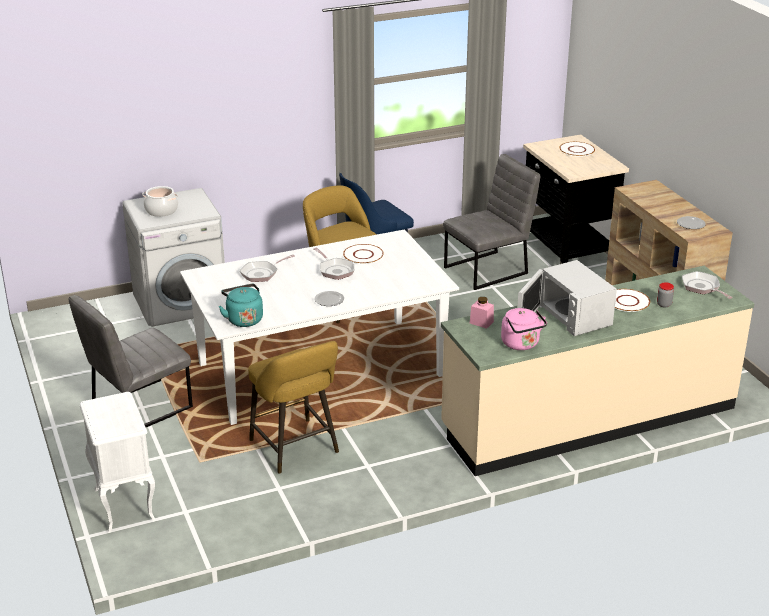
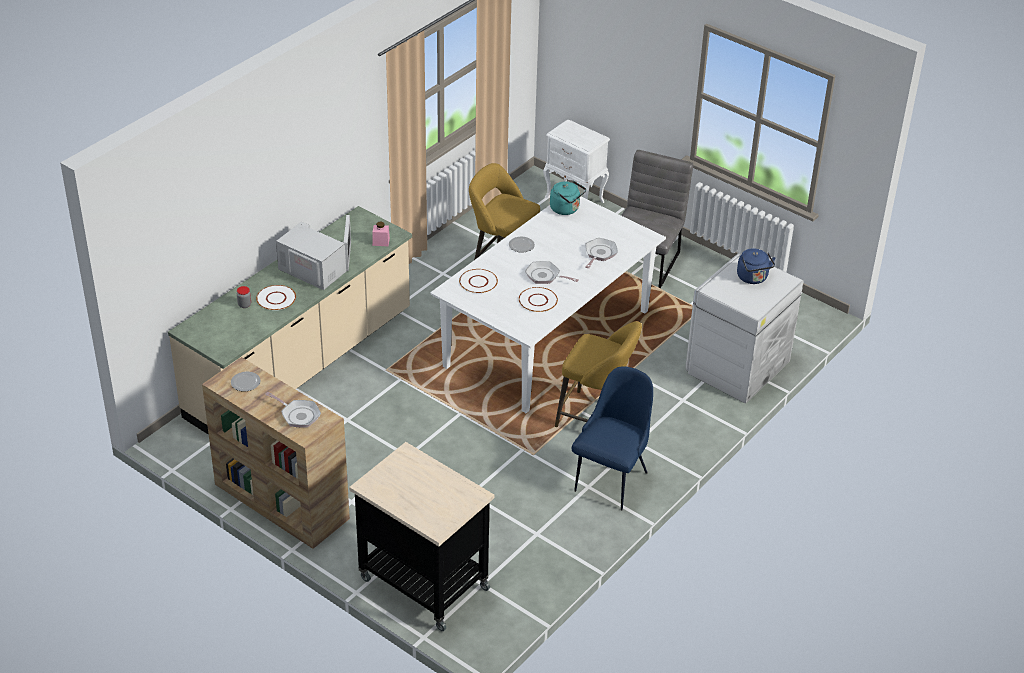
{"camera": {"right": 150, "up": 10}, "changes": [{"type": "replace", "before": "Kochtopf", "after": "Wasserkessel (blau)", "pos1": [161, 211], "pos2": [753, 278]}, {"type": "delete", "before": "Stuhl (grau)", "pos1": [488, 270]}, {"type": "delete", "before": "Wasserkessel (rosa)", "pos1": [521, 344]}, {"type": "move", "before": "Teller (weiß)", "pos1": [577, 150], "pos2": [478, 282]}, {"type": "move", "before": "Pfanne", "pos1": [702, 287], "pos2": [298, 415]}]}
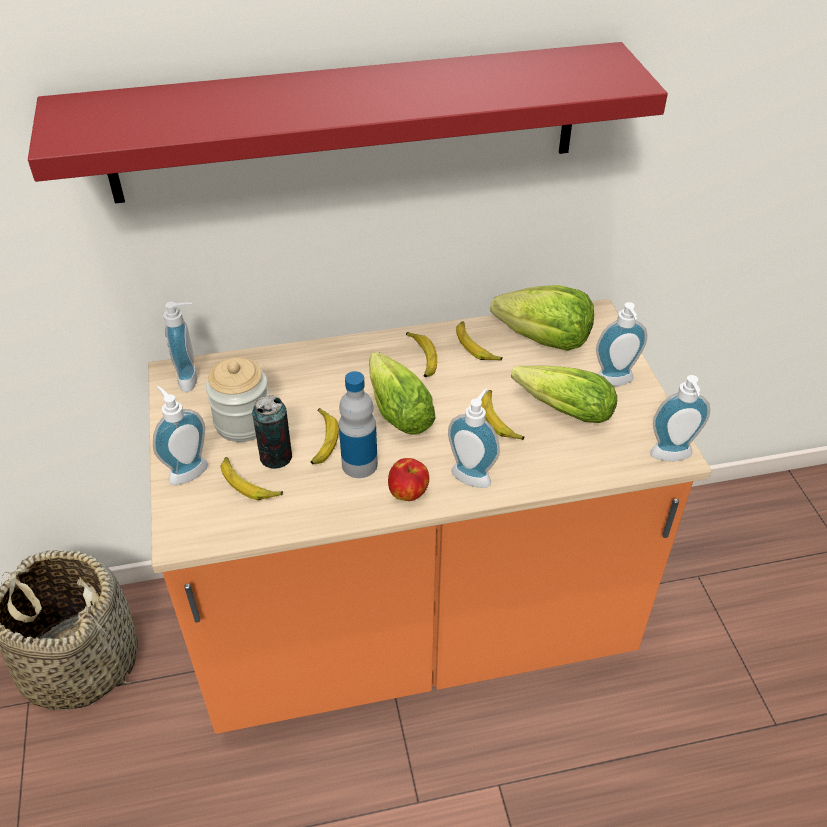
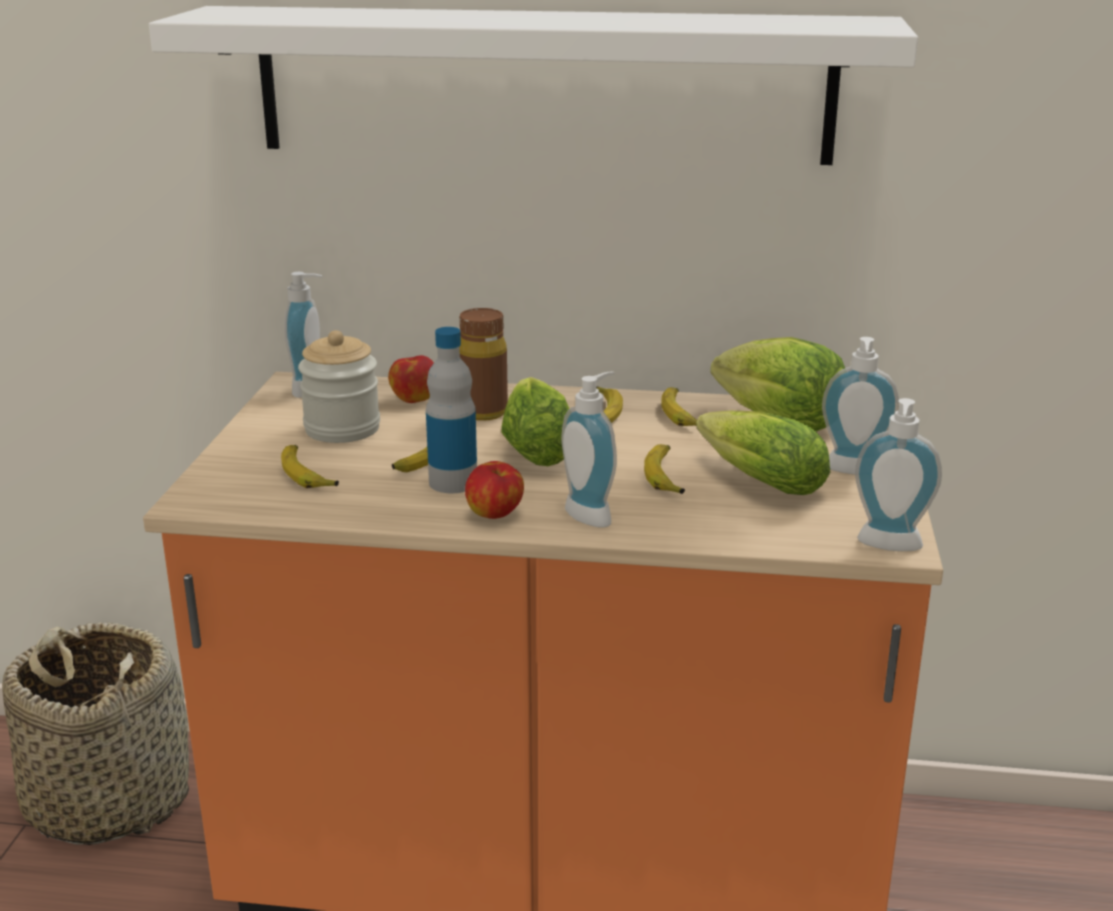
{"camera": {"right": 20, "up": -20}, "changes": [{"type": "recolor", "before": "Wandregal (rot)", "after": "Wandregal (weiß)", "pos1": [346, 123], "pos2": [542, 84]}, {"type": "delete", "before": "Seifenspender", "pos1": [186, 470]}, {"type": "delete", "before": "Dose", "pos1": [276, 457]}, {"type": "insert", "after": "Apfel", "pos2": [414, 399]}, {"type": "insert", "after": "Flasche (braun)", "pos2": [483, 412]}]}
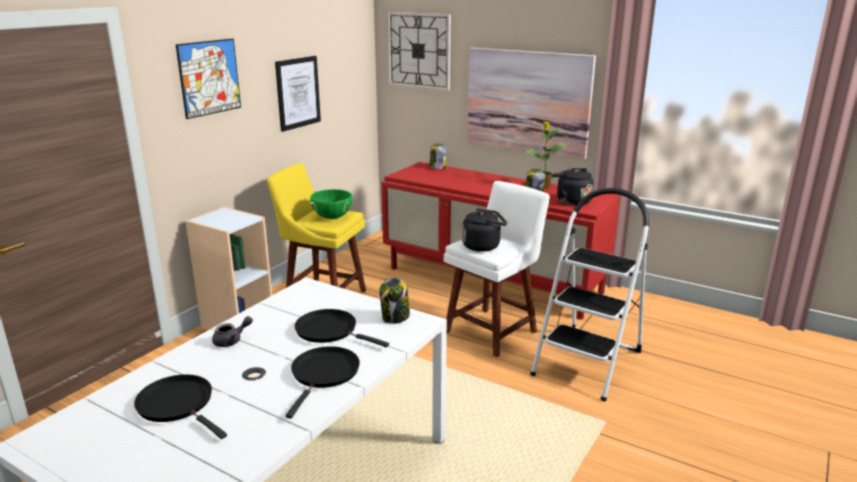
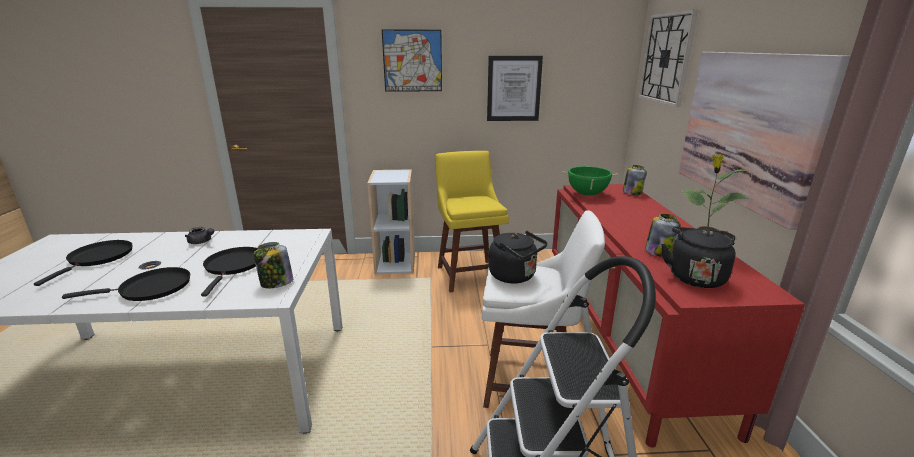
{"camera": {"right": 55, "up": 0}, "changes": [{"type": "move", "before": "Kochtopf (grün)", "pos1": [332, 217], "pos2": [587, 194]}]}
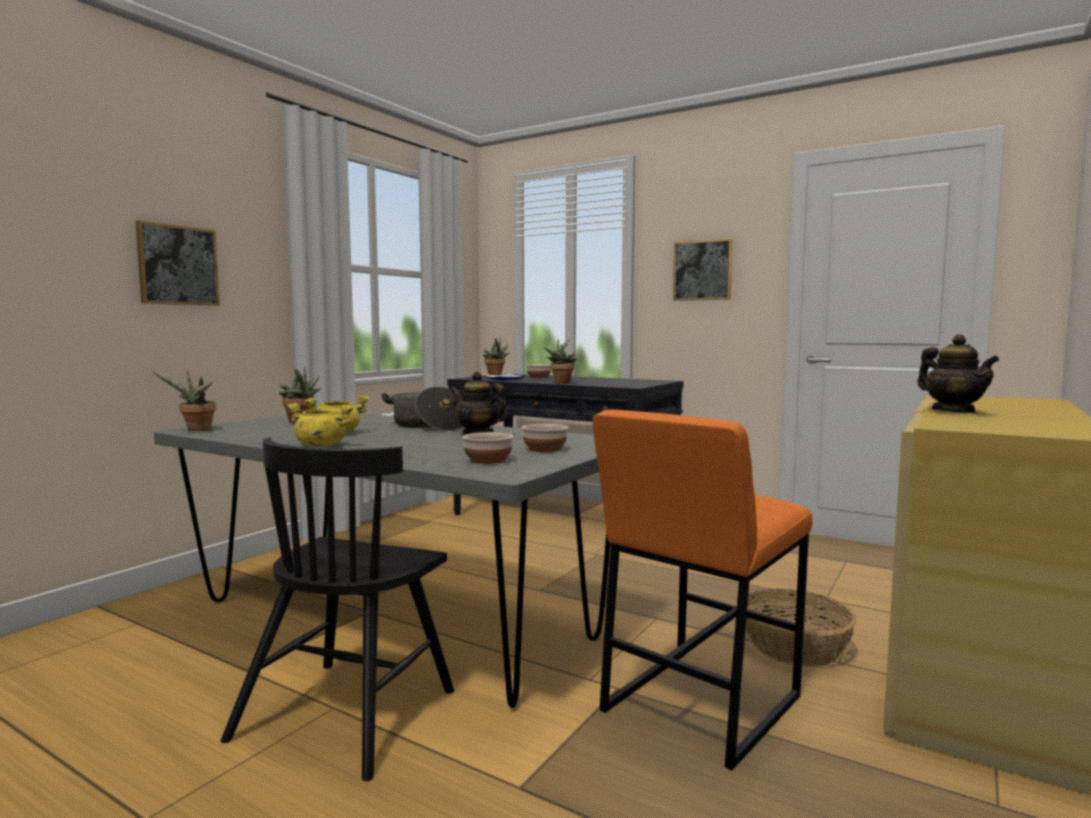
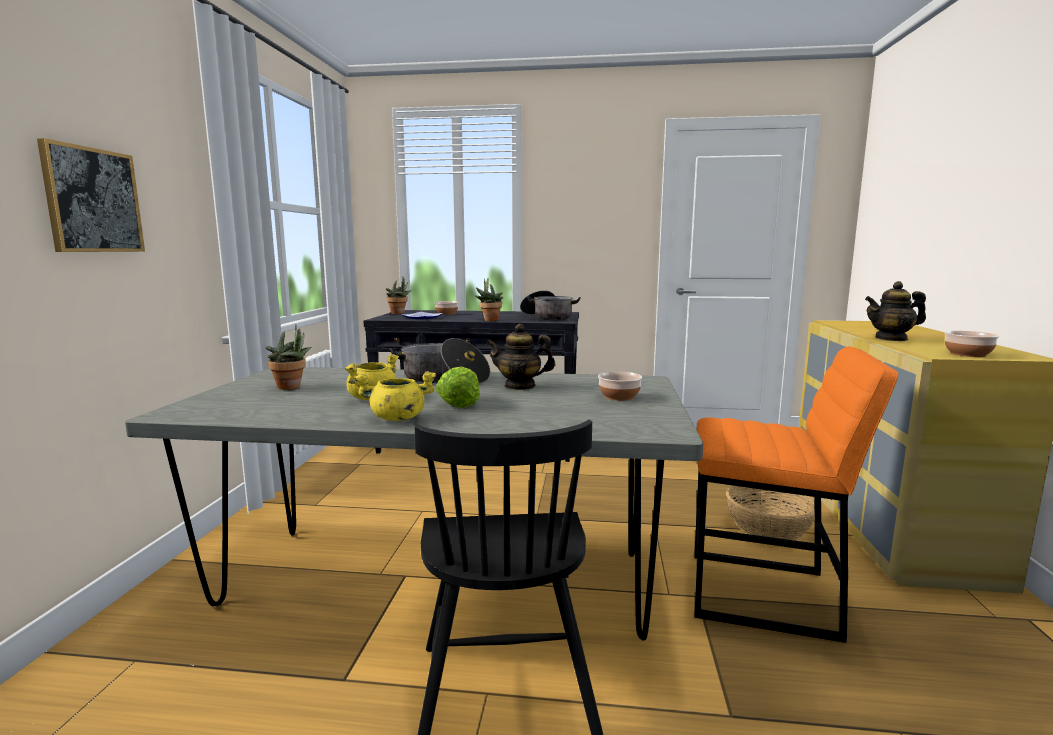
{"camera": {"right": -25, "up": 5}, "changes": [{"type": "delete", "before": "Topfpflanze", "pos1": [196, 430]}, {"type": "move", "before": "Schüssel", "pos1": [487, 460], "pos2": [967, 354]}, {"type": "rotate", "before": "Stuhl (orange)", "pos1": [699, 705], "pos2": [765, 594], "turn": -90}, {"type": "delete", "before": "Bild", "pos1": [702, 270]}, {"type": "rotate", "before": "Teekanne", "pos1": [953, 412], "pos2": [891, 339], "turn": 135}, {"type": "insert", "after": "Salatkopf", "pos2": [459, 403]}, {"type": "insert", "after": "Kochtopf", "pos2": [547, 317]}]}
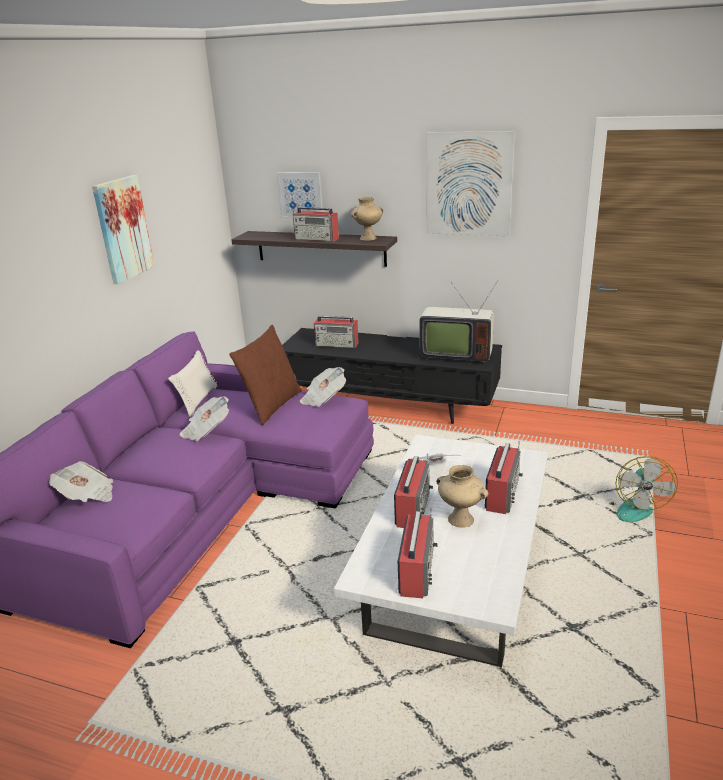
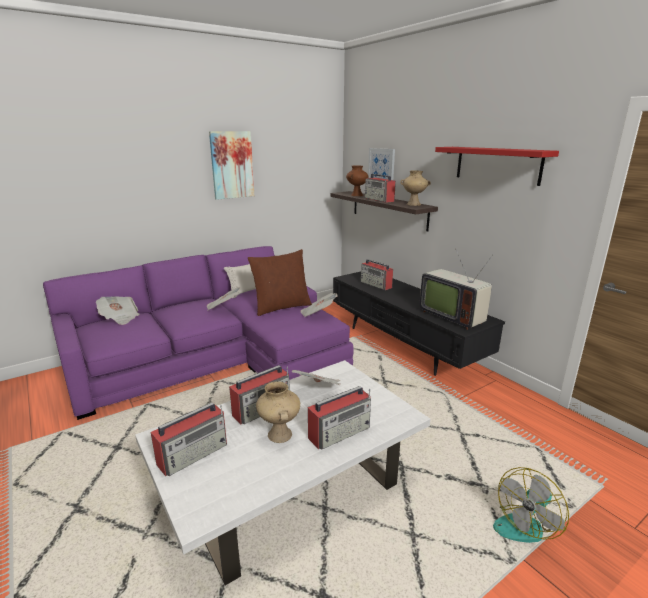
{"camera": {"right": 35, "up": -5}, "changes": [{"type": "replace", "before": "Bild", "after": "Wandregal (rot)", "pos1": [468, 184], "pos2": [497, 165]}, {"type": "insert", "after": "Vase (braun)", "pos2": [356, 195]}]}
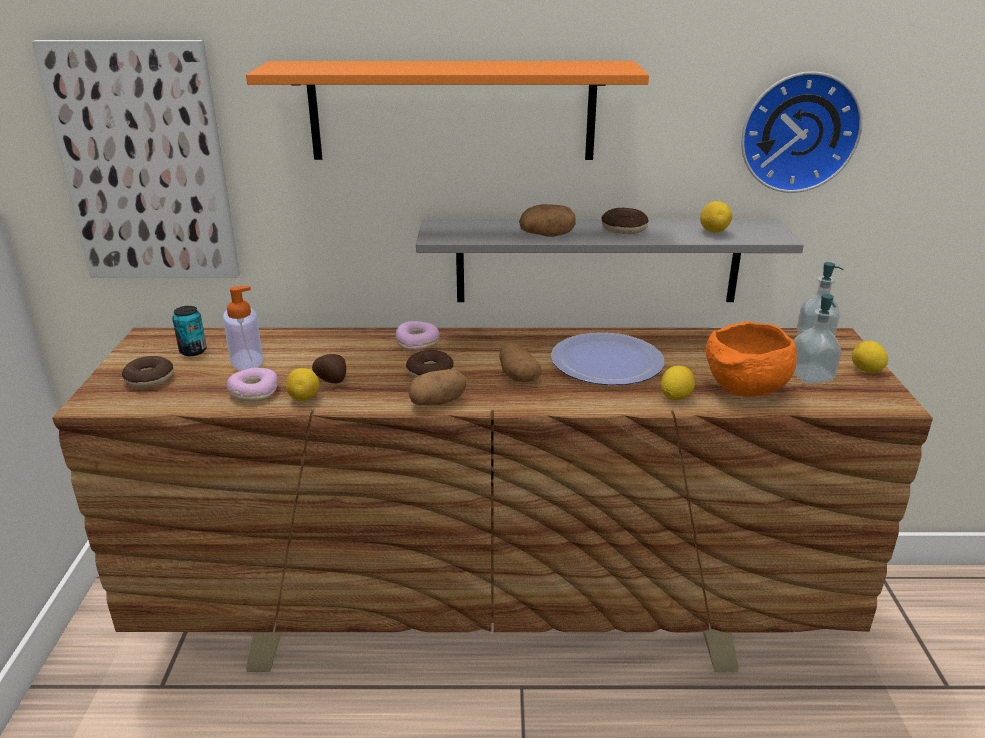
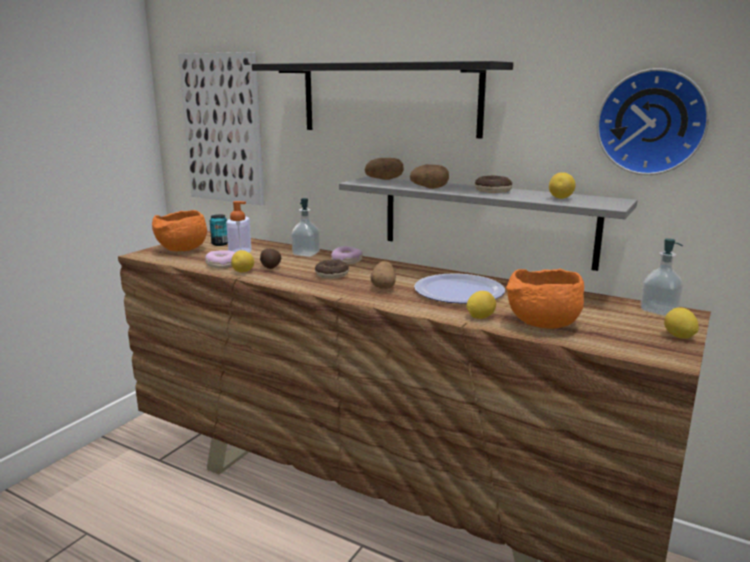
{"camera": {"right": 30, "up": -10}, "changes": [{"type": "replace", "before": "Donut", "after": "Schüssel (orange)", "pos1": [149, 379], "pos2": [182, 250]}, {"type": "recolor", "before": "Wandregal (orange)", "after": "Wandregal (schwarz)", "pos1": [452, 111], "pos2": [389, 99]}, {"type": "move", "before": "Kartoffel", "pos1": [438, 402], "pos2": [384, 179]}, {"type": "move", "before": "Seifenspender", "pos1": [810, 376], "pos2": [306, 254]}]}
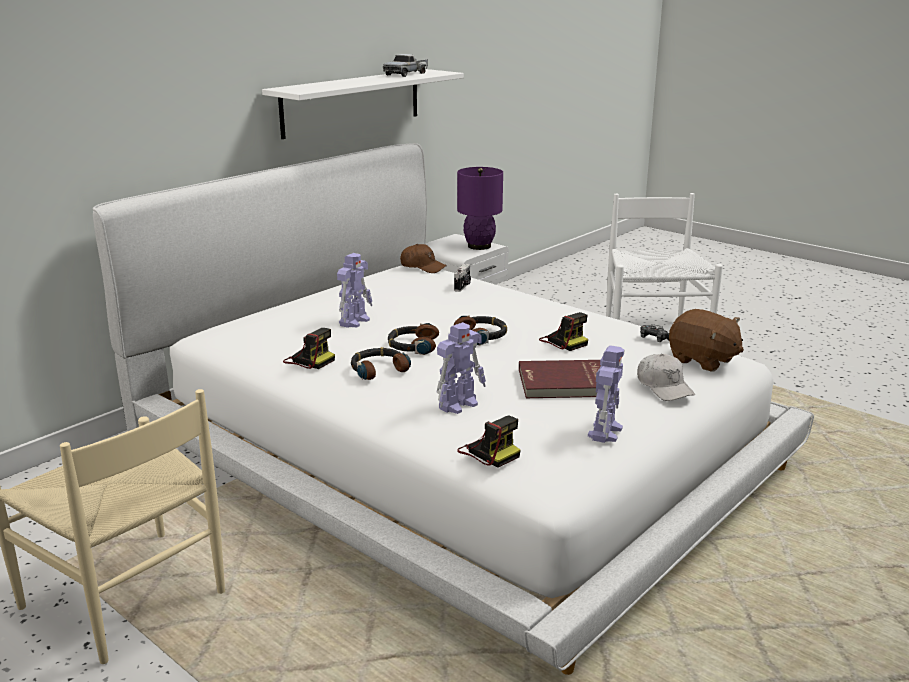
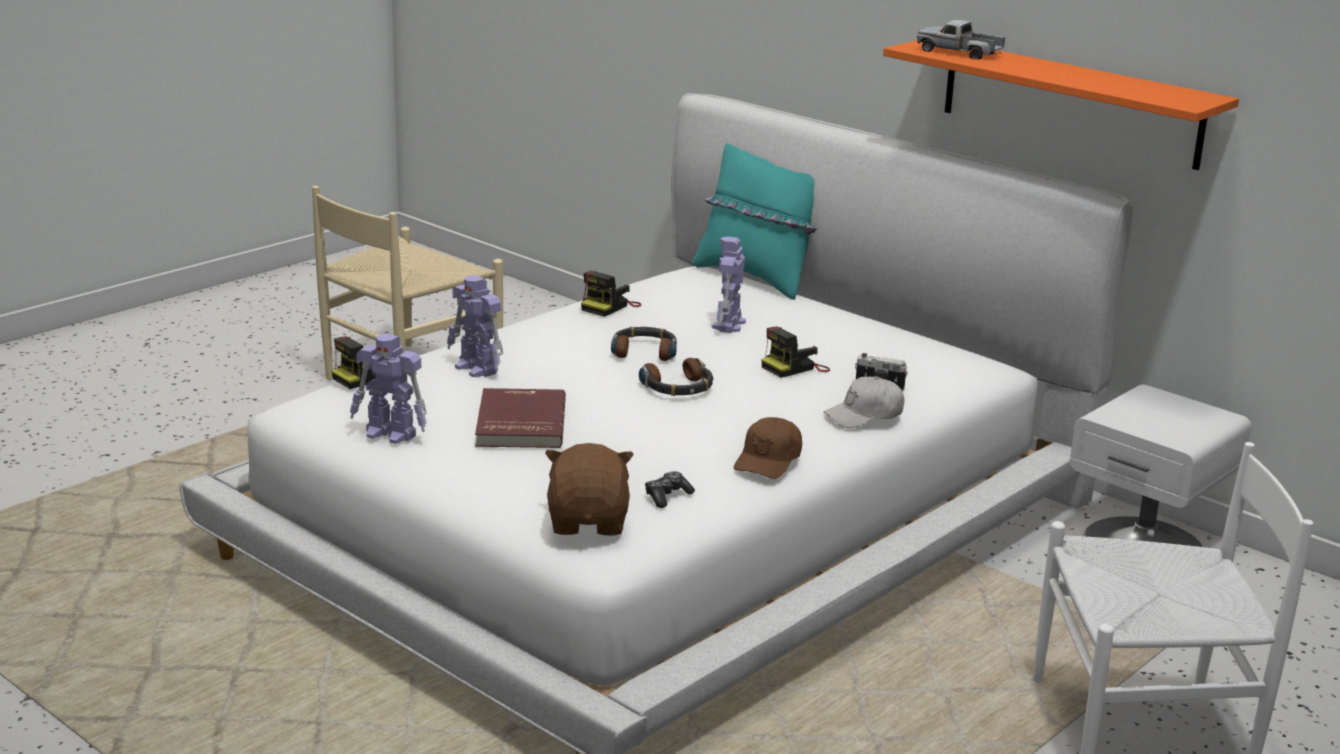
{"camera": {"right": 90, "up": 0}, "changes": [{"type": "recolor", "before": "Wandregal (weiß)", "after": "Wandregal (orange)", "pos1": [352, 102], "pos2": [1070, 102]}, {"type": "rotate", "before": "Spielzeugroboter", "pos1": [355, 321], "pos2": [728, 325], "turn": 75}, {"type": "delete", "before": "Kopfhörer", "pos1": [378, 369]}, {"type": "move", "before": "Spielzeuglaster", "pos1": [406, 74], "pos2": [959, 53]}, {"type": "move", "before": "Kappe (braun)", "pos1": [423, 267], "pos2": [768, 460]}, {"type": "delete", "before": "Tischlampe (lila)", "pos1": [479, 246]}, {"type": "move", "before": "Kamera", "pos1": [563, 341], "pos2": [794, 368]}, {"type": "move", "before": "Kappe (weiß)", "pos1": [664, 387], "pos2": [864, 415]}, {"type": "rotate", "before": "Plüschtier (braun)", "pos1": [702, 360], "pos2": [589, 522], "turn": 135}, {"type": "insert", "after": "Kissen (türkis)", "pos2": [756, 278]}]}
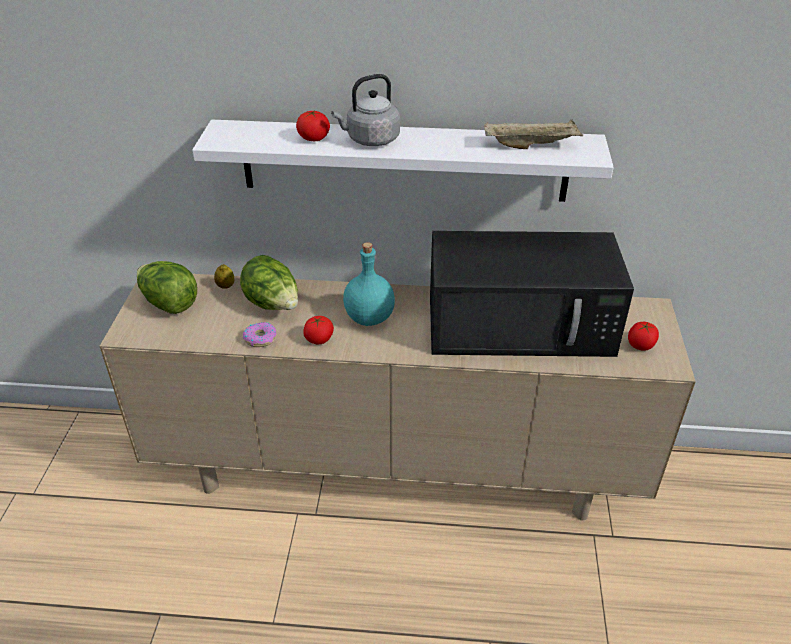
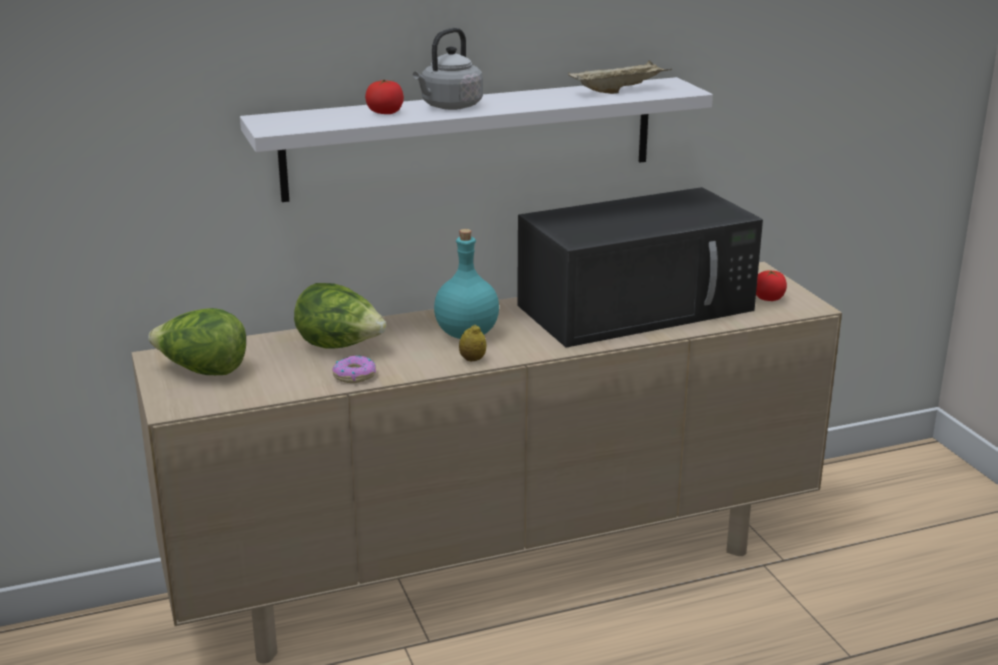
{"camera": {"right": -25, "up": -15}, "changes": [{"type": "move", "before": "Zitrone", "pos1": [225, 286], "pos2": [472, 359]}, {"type": "delete", "before": "Tomate", "pos1": [319, 339]}]}
